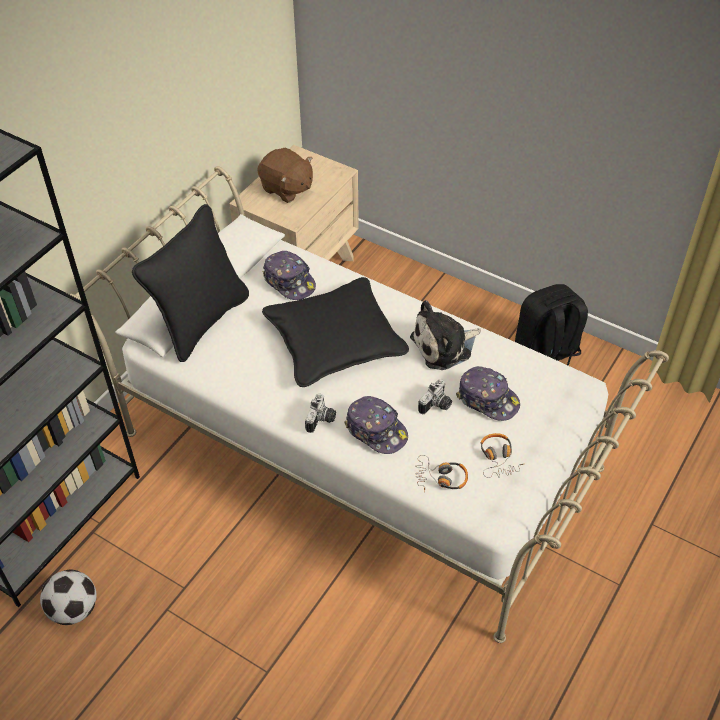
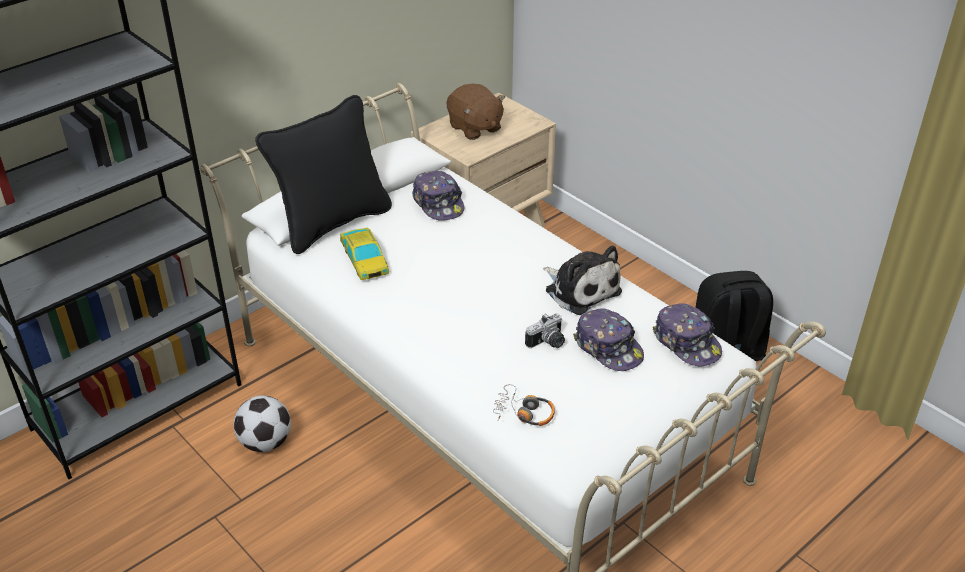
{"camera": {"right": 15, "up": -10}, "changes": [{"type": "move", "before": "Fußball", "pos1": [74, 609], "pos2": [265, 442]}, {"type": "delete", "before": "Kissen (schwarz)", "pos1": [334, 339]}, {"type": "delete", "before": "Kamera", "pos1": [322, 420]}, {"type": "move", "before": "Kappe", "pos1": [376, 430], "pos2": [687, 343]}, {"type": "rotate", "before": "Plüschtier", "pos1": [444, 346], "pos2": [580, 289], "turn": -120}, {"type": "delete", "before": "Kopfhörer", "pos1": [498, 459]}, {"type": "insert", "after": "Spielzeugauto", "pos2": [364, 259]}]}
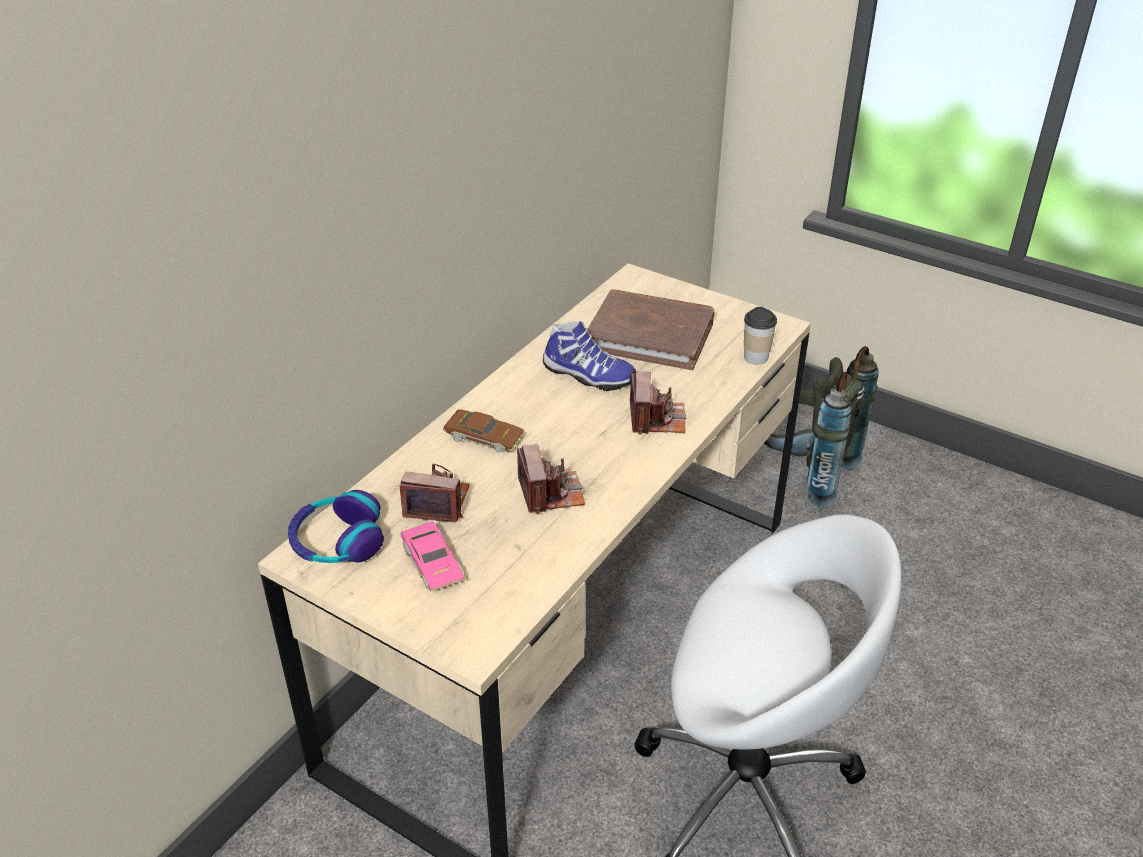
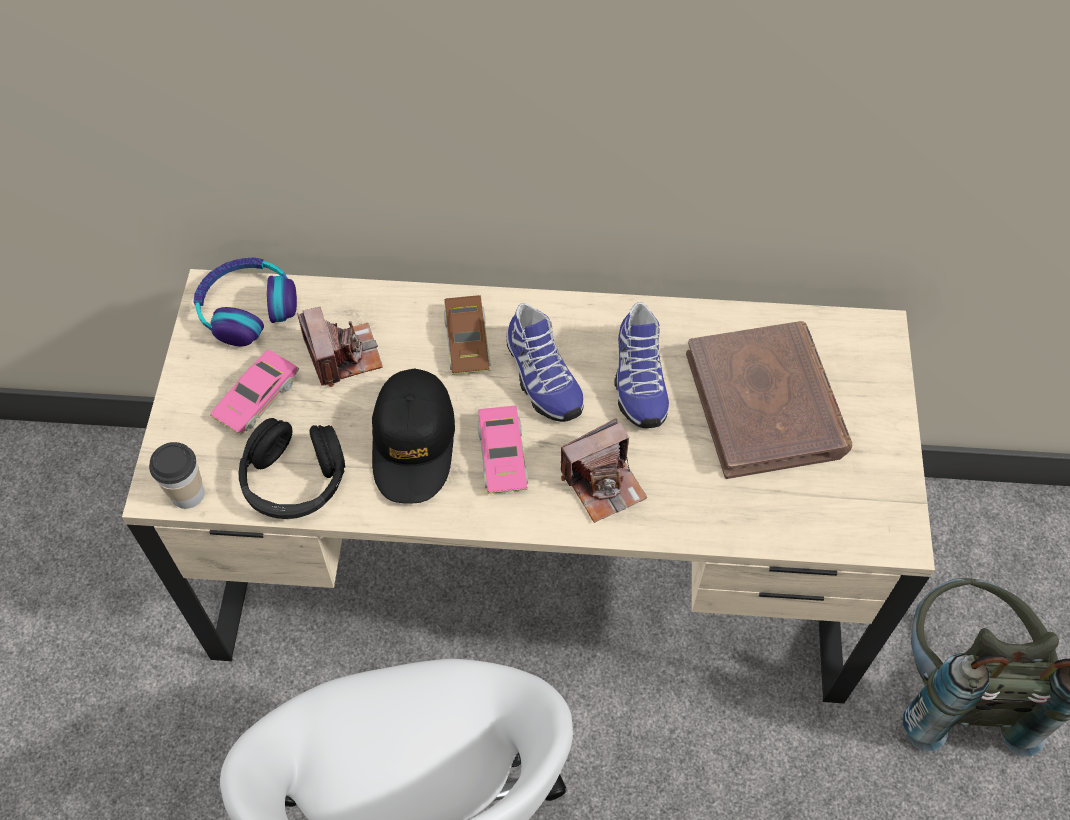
{"camera": {"right": 60, "up": 20}, "changes": [{"type": "replace", "before": "Kamera", "after": "Kappe (schwarz)", "pos1": [551, 493], "pos2": [413, 443]}, {"type": "move", "before": "Tasse", "pos1": [756, 357], "pos2": [187, 493]}, {"type": "insert", "after": "Kopfhörer (schwarz)", "pos2": [294, 480]}, {"type": "insert", "after": "Spielzeugauto (rosa)", "pos2": [502, 454]}, {"type": "insert", "after": "Schuh", "pos2": [540, 378]}]}
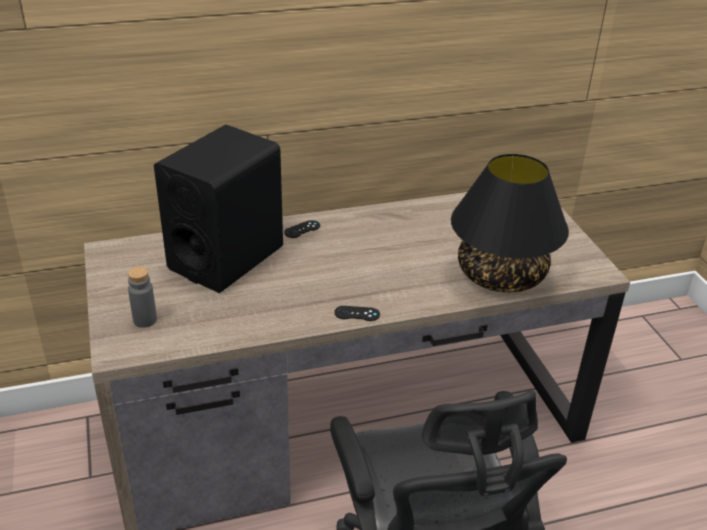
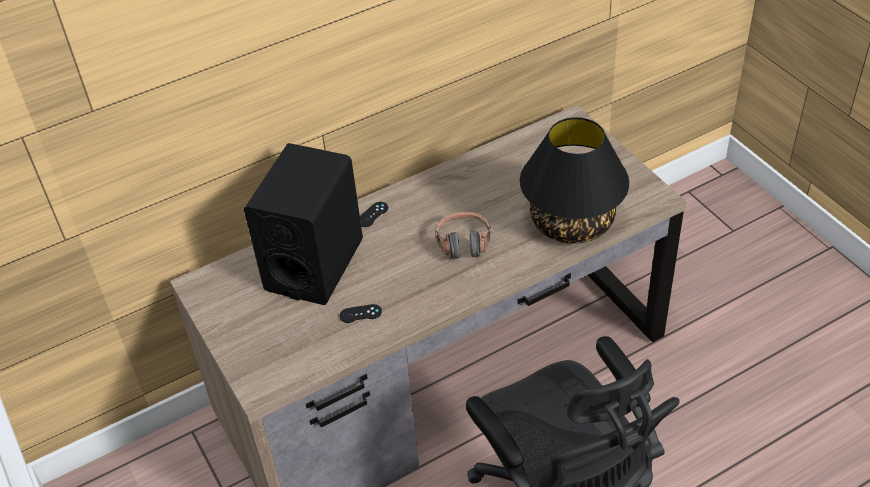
{"camera": {"right": -10, "up": 10}, "changes": [{"type": "delete", "before": "Flasche (grau)", "pos1": [145, 320]}, {"type": "move", "before": "Gamepad (schwarz)", "pos1": [357, 314], "pos2": [360, 314]}, {"type": "insert", "after": "Kopfhörer", "pos2": [463, 243]}]}
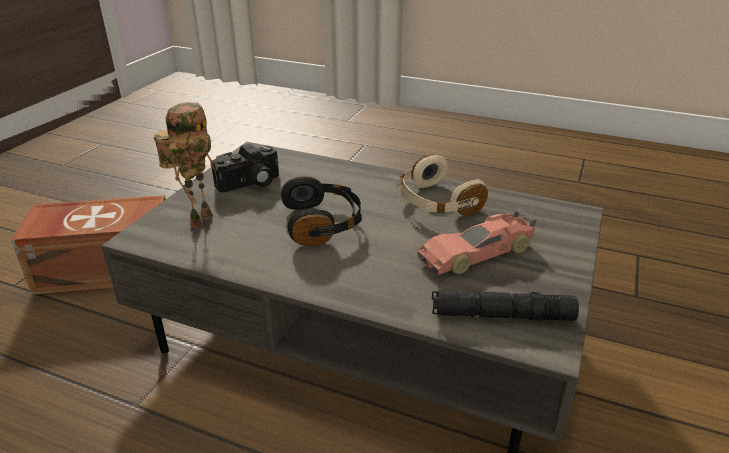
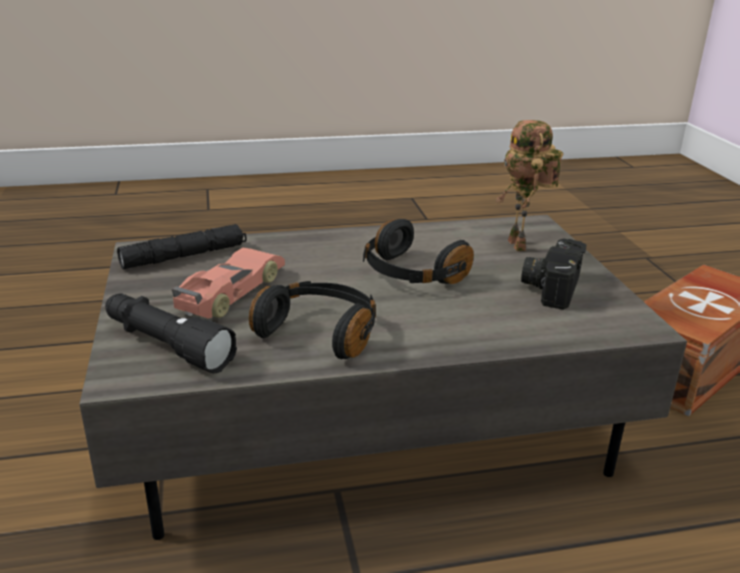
{"camera": {"right": 145, "up": -5}, "changes": [{"type": "recolor", "before": "Kopfhörer (beige)", "after": "Kopfhörer (schwarz)", "pos1": [435, 202], "pos2": [320, 332]}, {"type": "insert", "after": "Taschenlampe (schwarz)", "pos2": [166, 345]}]}
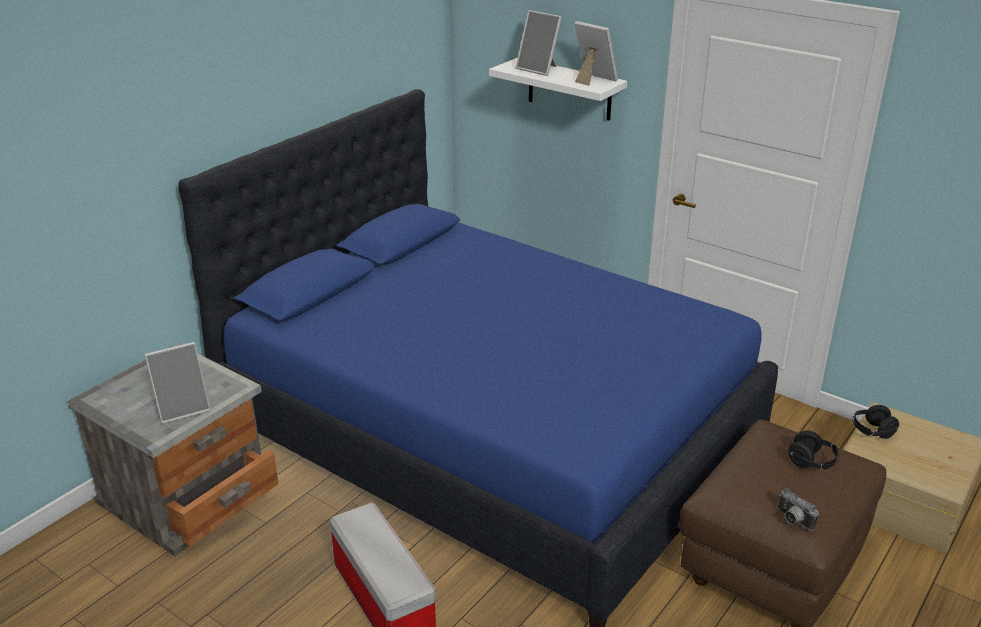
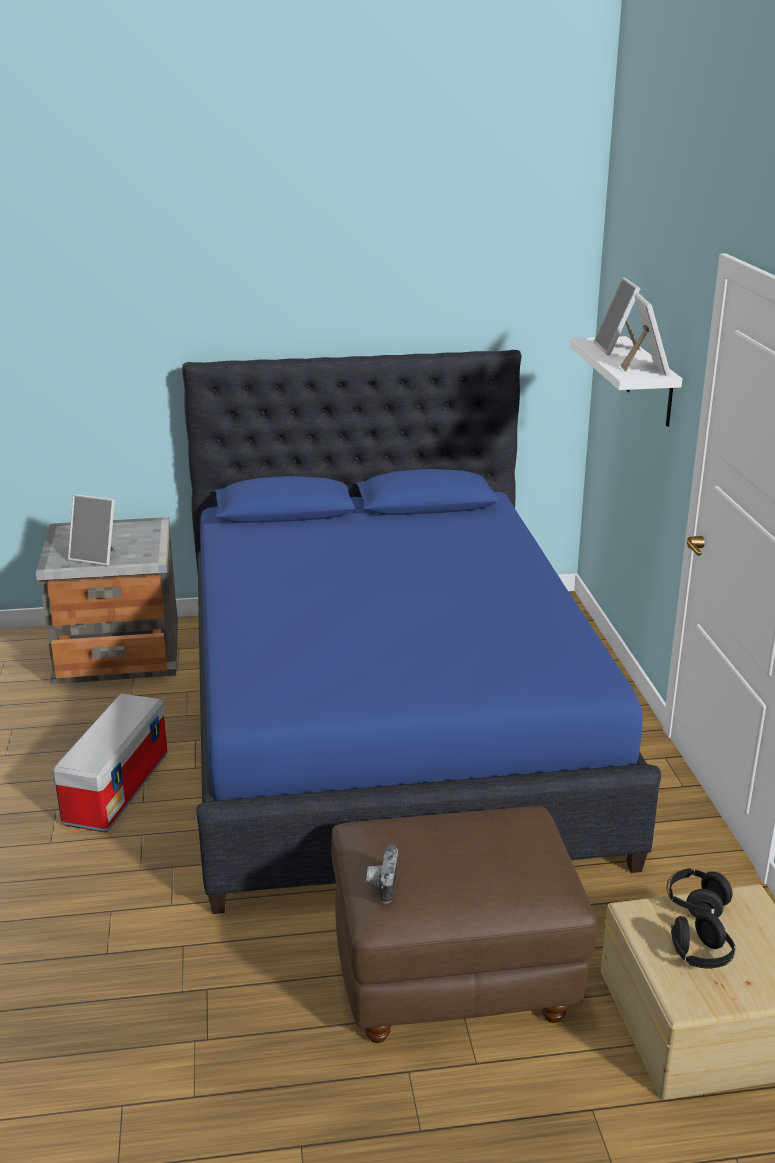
{"camera": {"right": 45, "up": -5}, "changes": [{"type": "move", "before": "Kopfhörer (schwarz)", "pos1": [812, 462], "pos2": [700, 956]}]}
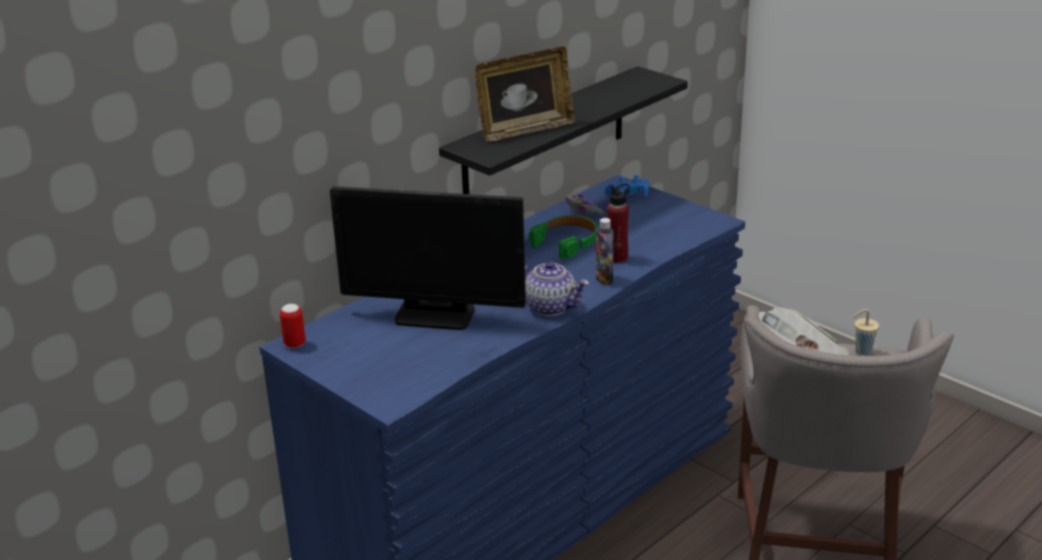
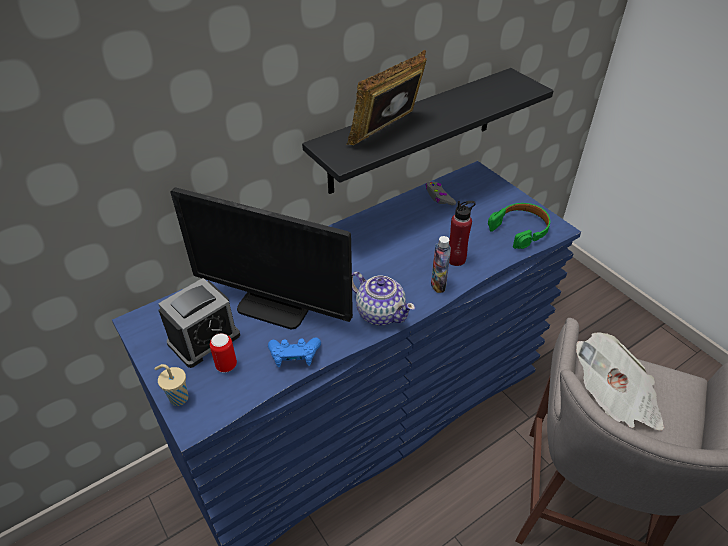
{"camera": {"right": 10, "up": 15}, "changes": [{"type": "move", "before": "Dose", "pos1": [294, 344], "pos2": [226, 365]}, {"type": "rotate", "before": "Bilderrahmen", "pos1": [525, 130], "pos2": [387, 131], "turn": 150}, {"type": "move", "before": "Kopfhörer (grün)", "pos1": [566, 242], "pos2": [520, 229]}, {"type": "move", "before": "Gamepad (blau)", "pos1": [629, 196], "pos2": [294, 356]}, {"type": "move", "before": "Tasse (beige)", "pos1": [862, 351], "pos2": [178, 398]}, {"type": "insert", "after": "Wecker", "pos2": [204, 339]}]}
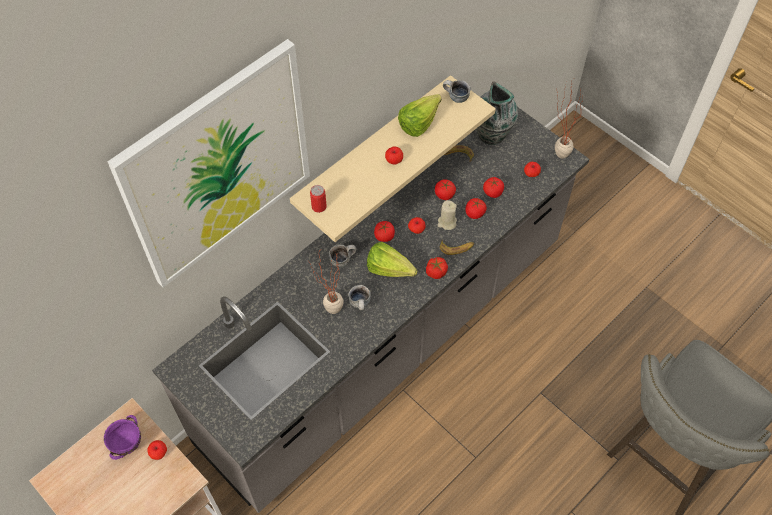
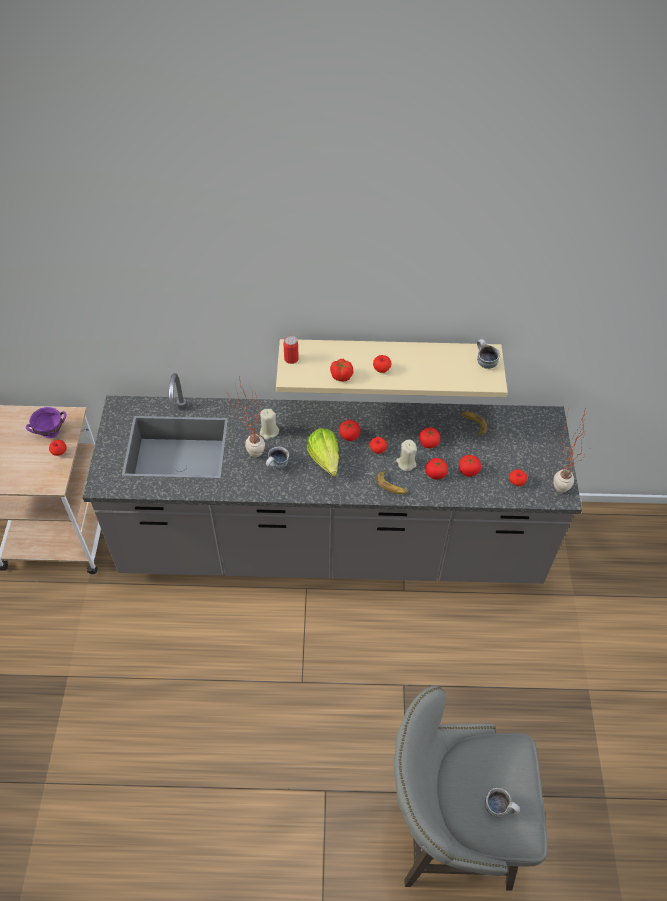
{"camera": {"right": 45, "up": -5}, "changes": [{"type": "delete", "before": "Bild", "pos1": [218, 166]}, {"type": "move", "before": "Henkelbecher", "pos1": [343, 260], "pos2": [499, 807]}, {"type": "delete", "before": "Salatkopf", "pos1": [422, 122]}, {"type": "move", "before": "Tomate", "pos1": [436, 272], "pos2": [341, 376]}, {"type": "delete", "before": "Vase", "pos1": [492, 135]}, {"type": "insert", "after": "Kerze (beige)", "pos2": [269, 432]}]}
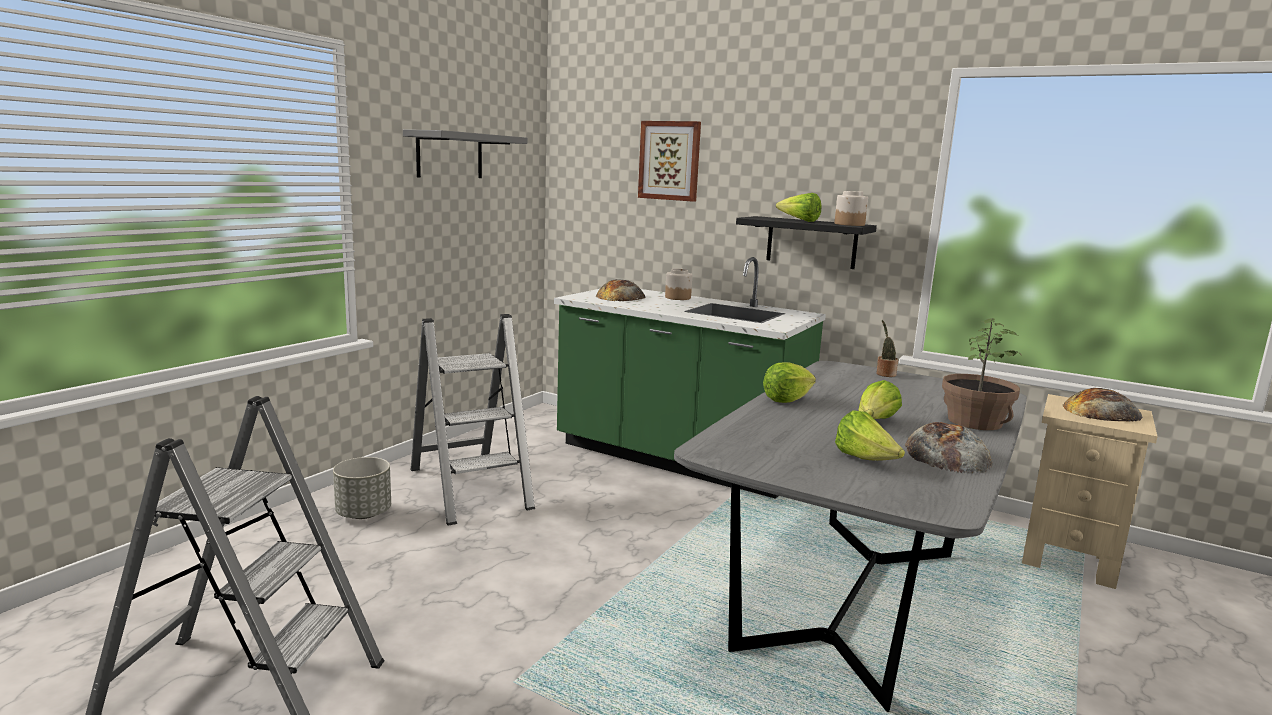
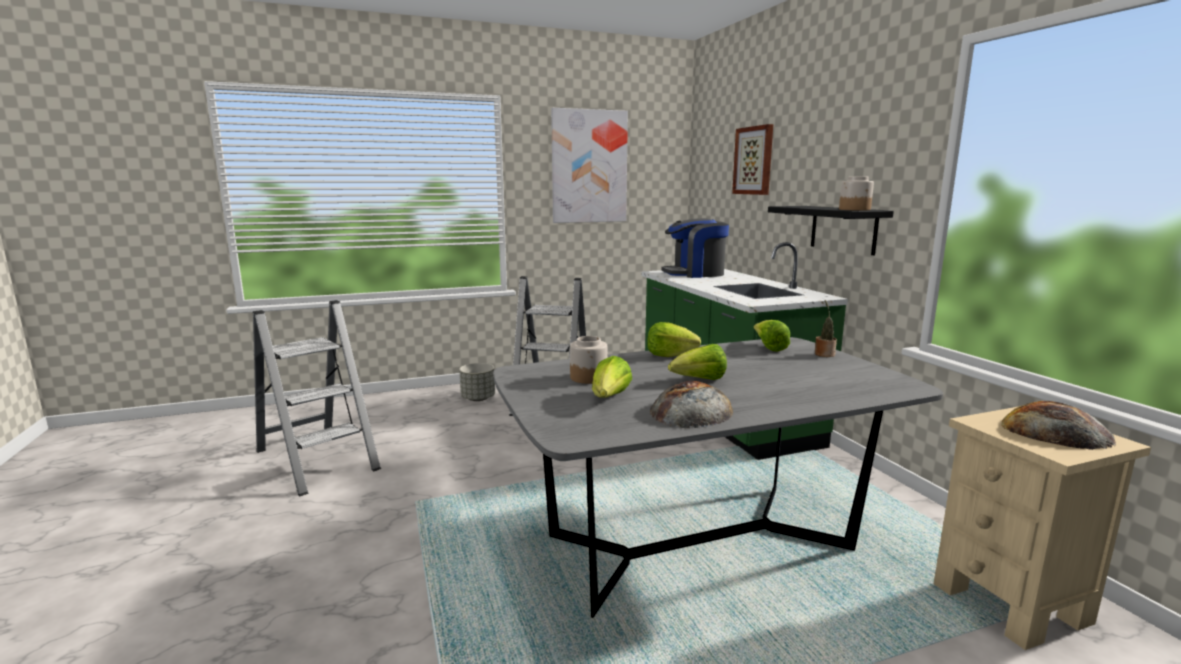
{"camera": {"right": 40, "up": 0}, "changes": [{"type": "replace", "before": "Wandregal (grau)", "after": "Bild", "pos1": [449, 155], "pos2": [589, 166]}, {"type": "replace", "before": "Brot", "after": "Kaffeemaschine", "pos1": [620, 296], "pos2": [695, 273]}, {"type": "move", "before": "Vorratsglas", "pos1": [678, 297], "pos2": [589, 377]}, {"type": "move", "before": "Salatkopf", "pos1": [799, 221], "pos2": [769, 347]}, {"type": "delete", "before": "Topfpflanze", "pos1": [974, 422]}]}
